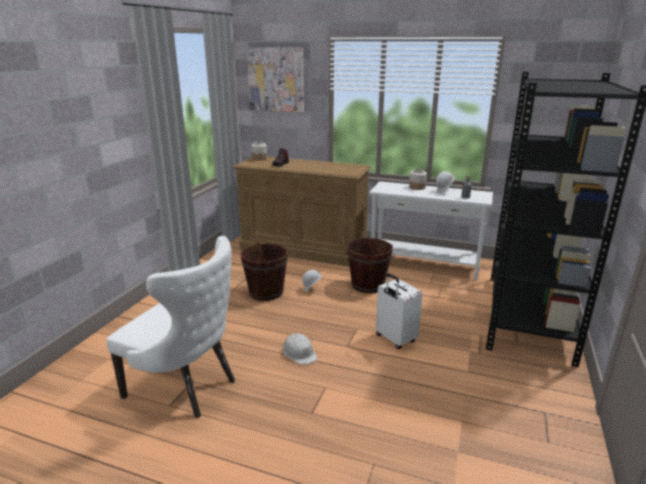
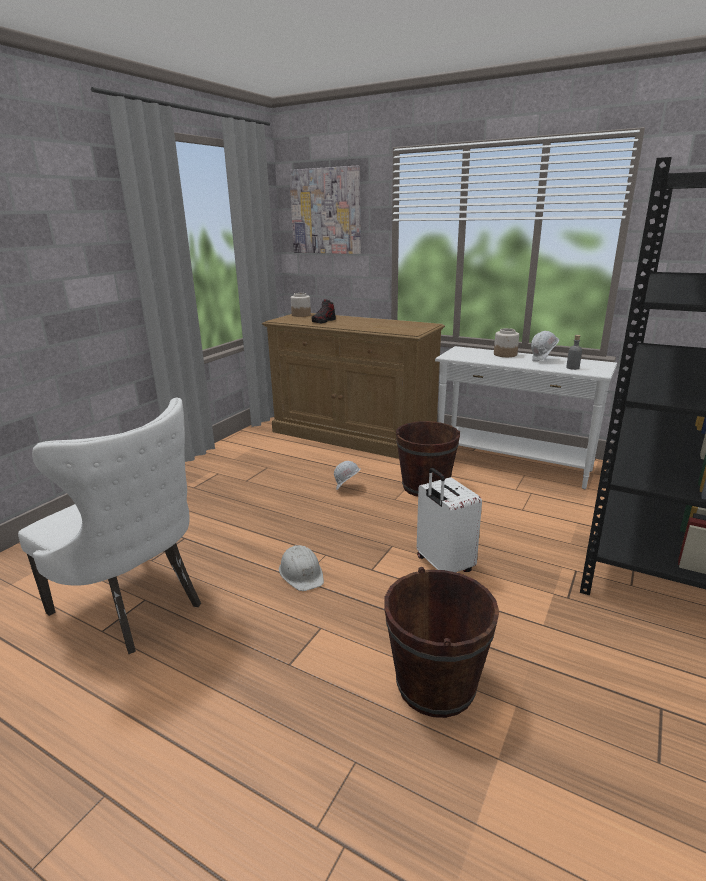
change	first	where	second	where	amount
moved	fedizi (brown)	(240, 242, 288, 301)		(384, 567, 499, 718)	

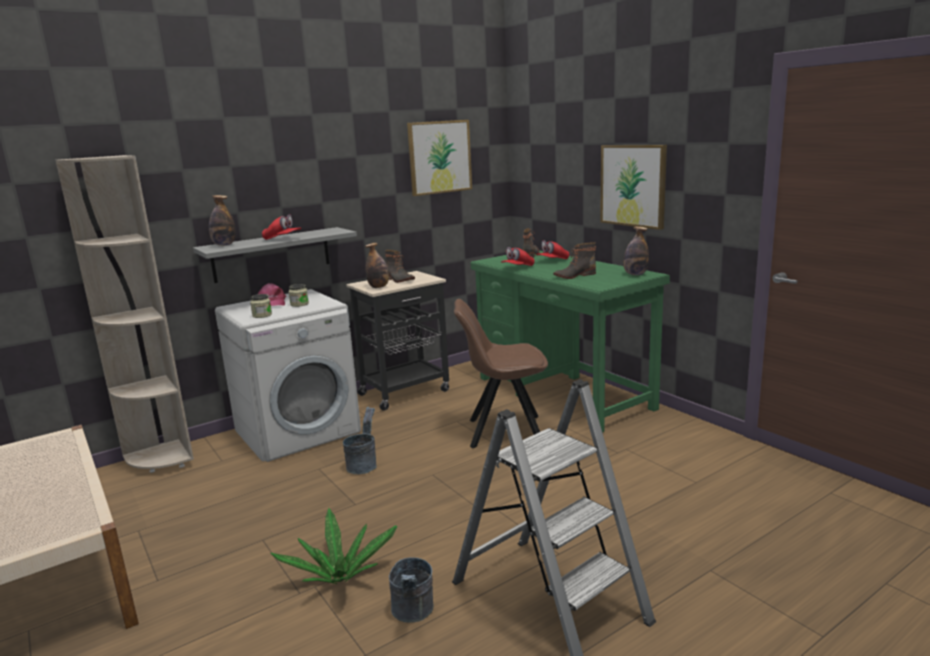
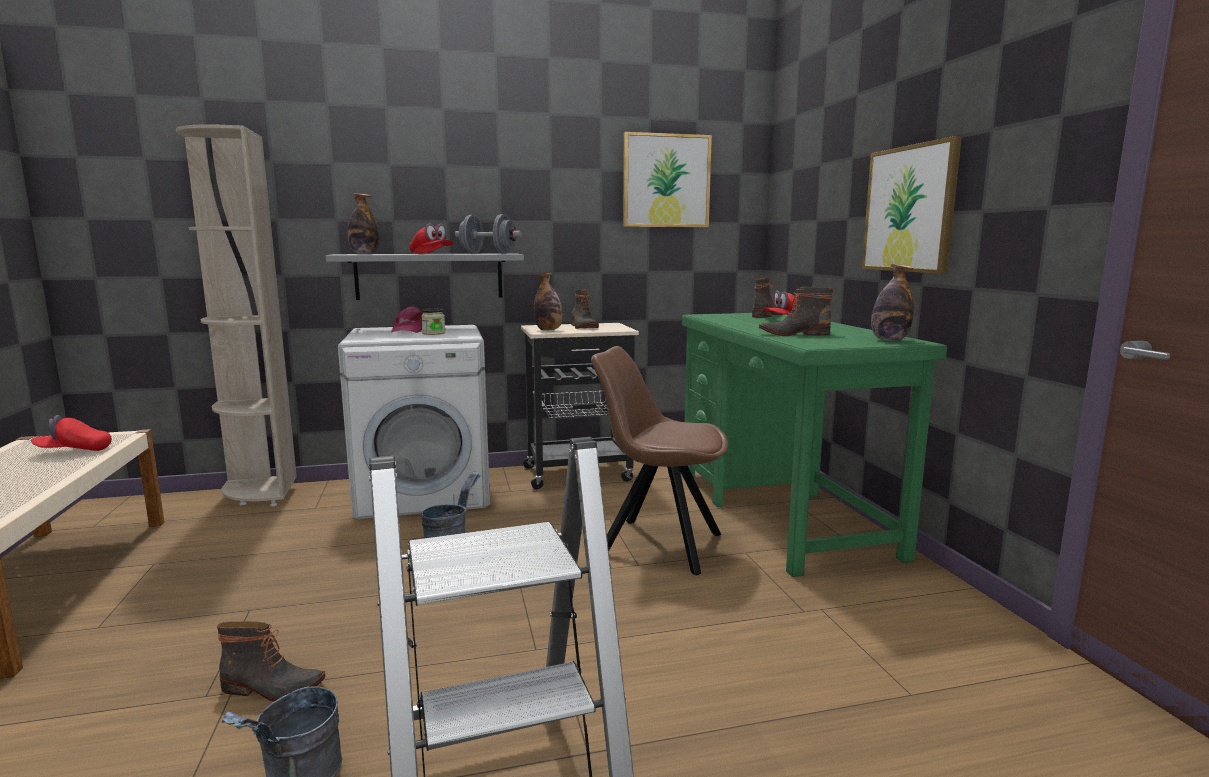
change	first	where	second	where	amount
removed	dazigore	(250, 294, 272, 318)			
replaced	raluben	(270, 508, 397, 584)	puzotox	(217, 621, 325, 702)	
moved	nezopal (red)	(501, 247, 535, 266)		(31, 415, 112, 451)	
added			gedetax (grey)	(455, 214, 522, 254)	

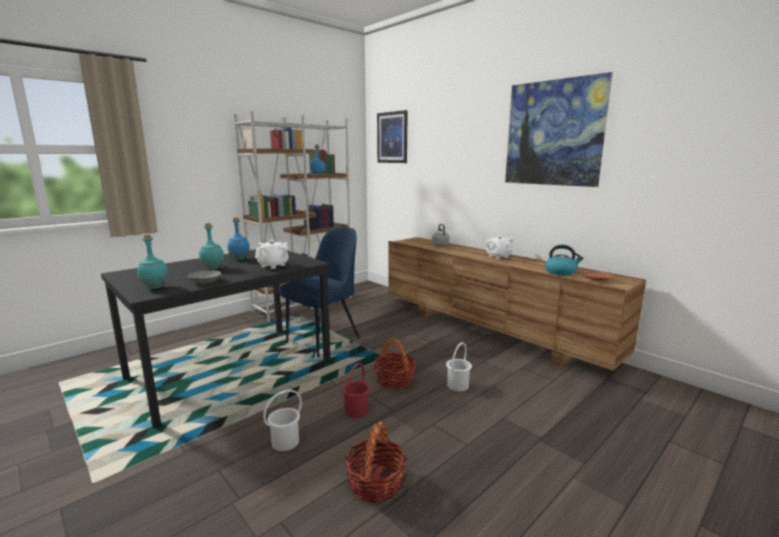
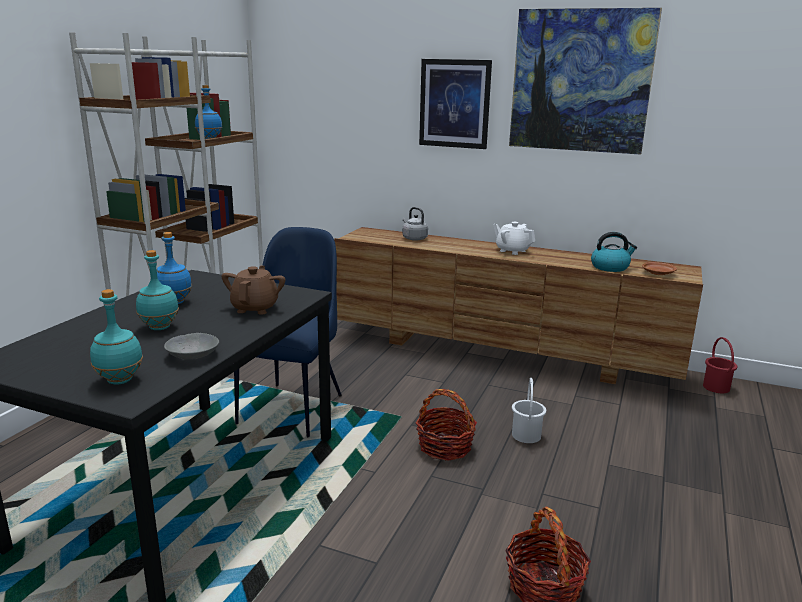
change	first	where	second	where	amount
recoloured	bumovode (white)	(255, 240, 289, 269)	bumovode (brown)	(222, 266, 286, 315)	
removed	fedizi (white)	(263, 390, 302, 451)			
moved	fedizi (red)	(342, 363, 370, 418)		(703, 337, 737, 393)	
moved	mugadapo	(377, 110, 408, 163)		(419, 59, 492, 149)	

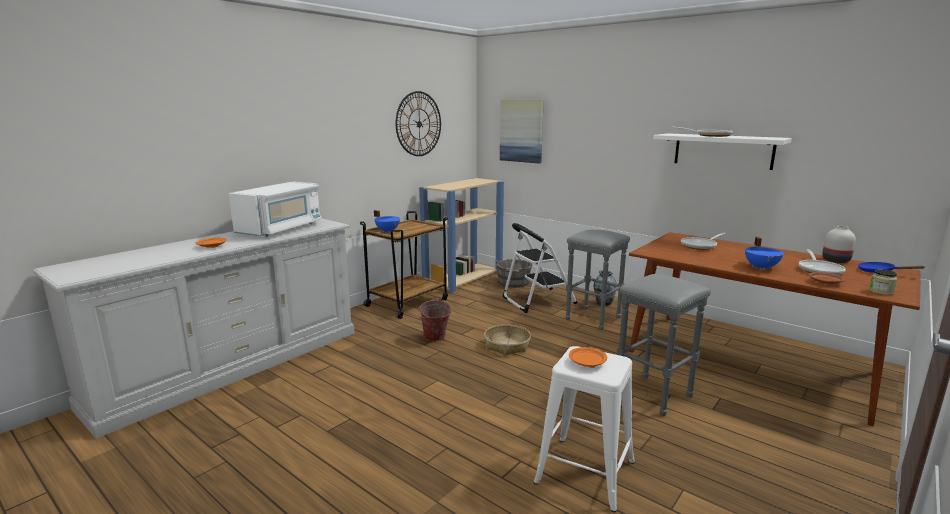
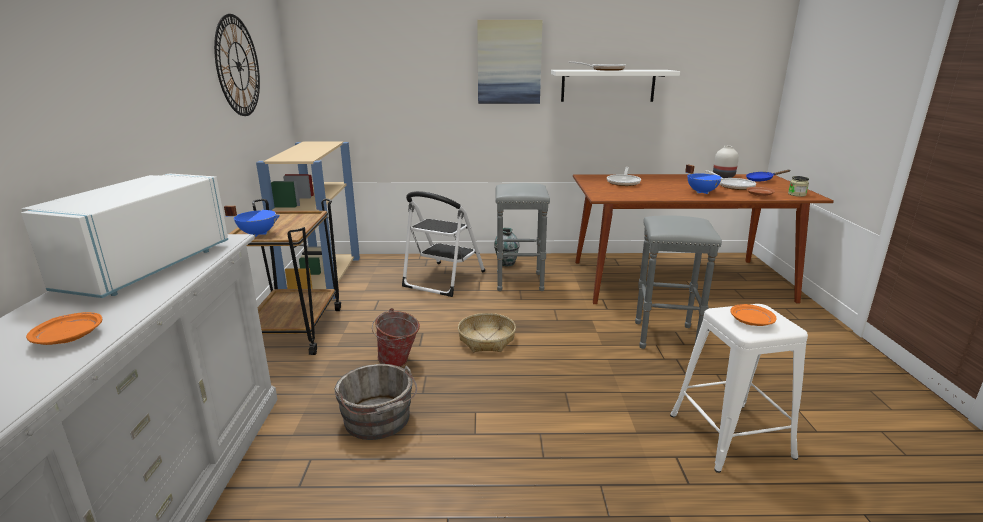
change	first	where	second	where	amount
turned	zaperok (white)	(229, 181, 322, 237)		(21, 173, 228, 298)	150 degrees counterclockwise
moved	fedizi (grey)	(496, 259, 532, 288)		(334, 364, 417, 440)	
moved	mugadapo	(500, 100, 544, 163)		(477, 20, 543, 104)	

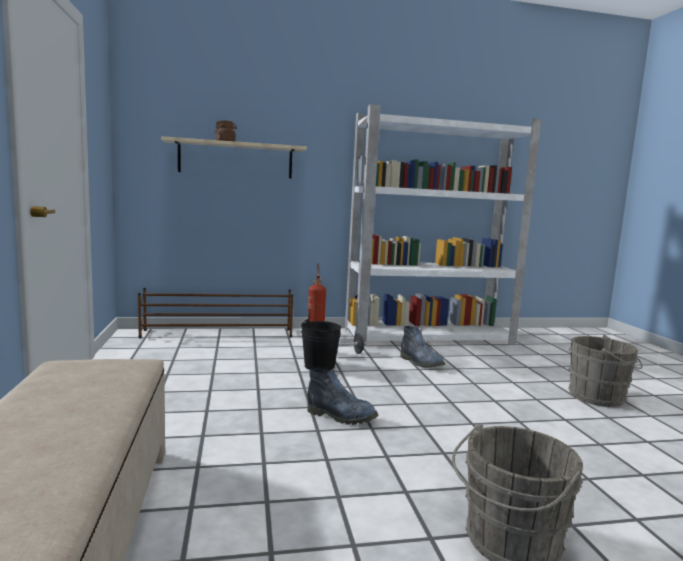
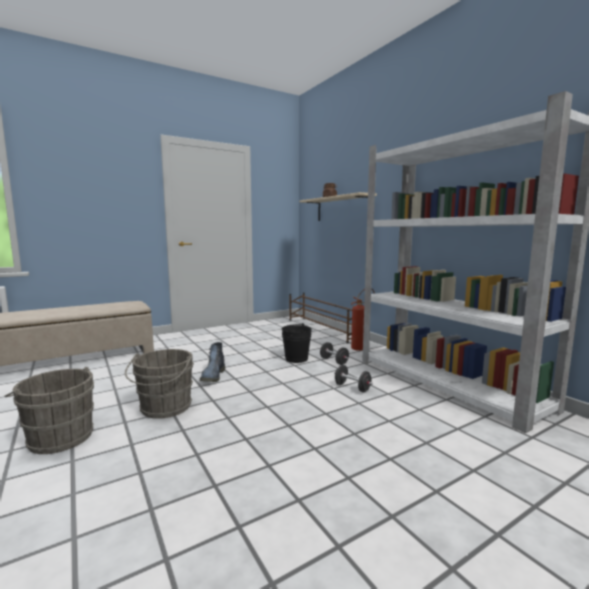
change	first	where	second	where	amount
replaced	puzotox	(400, 326, 445, 368)	gedetax (black)	(334, 365, 373, 392)	
moved	fedizi (grey)	(568, 335, 643, 407)		(125, 349, 194, 419)	

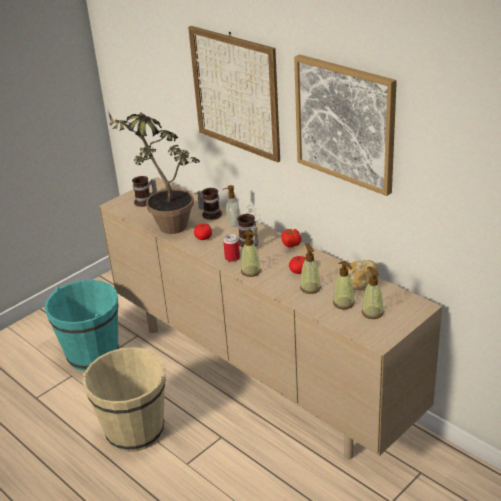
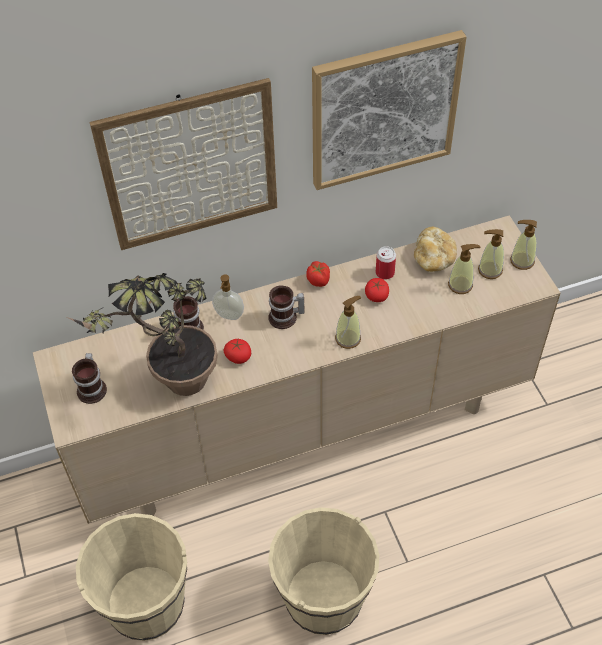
change	first	where	second	where	amount
recoloured	fedizi (turquoise)	(44, 280, 119, 371)	fedizi (beige)	(76, 513, 187, 641)	
moved	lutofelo	(223, 234, 240, 262)		(376, 246, 396, 280)	
moved	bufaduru	(300, 243, 321, 294)		(510, 220, 537, 270)	

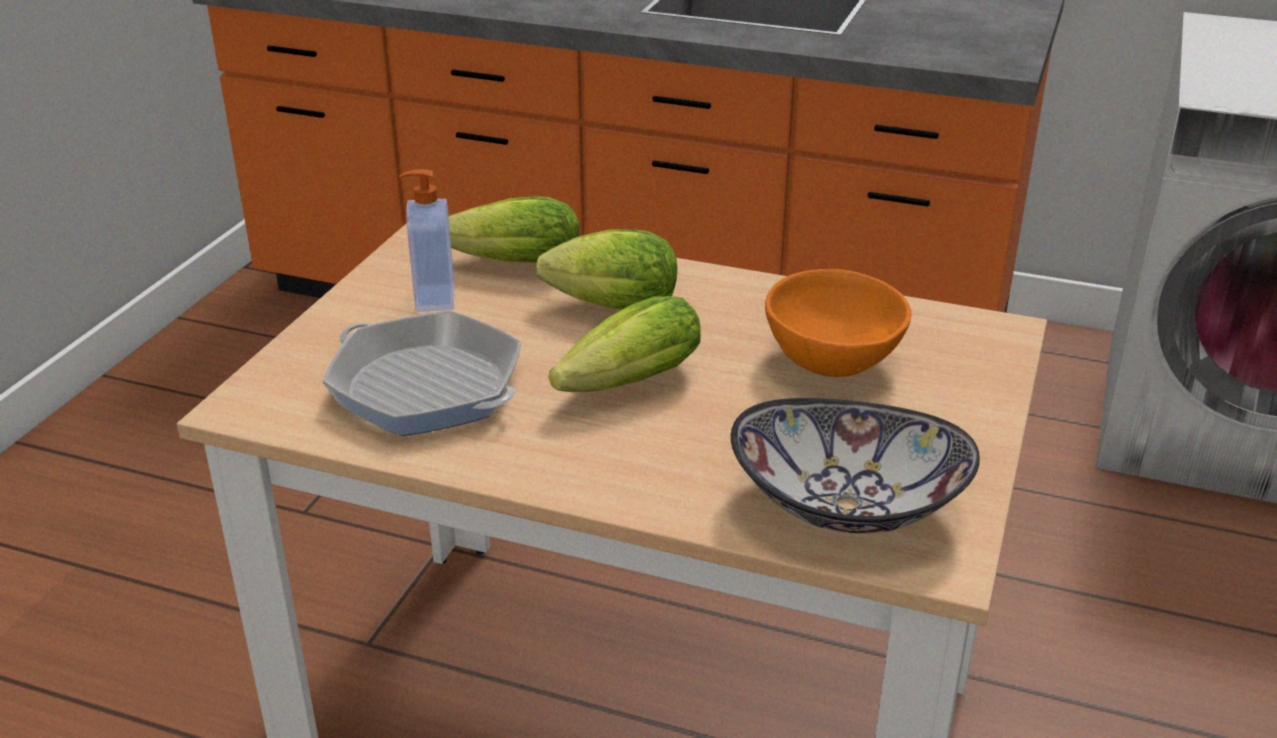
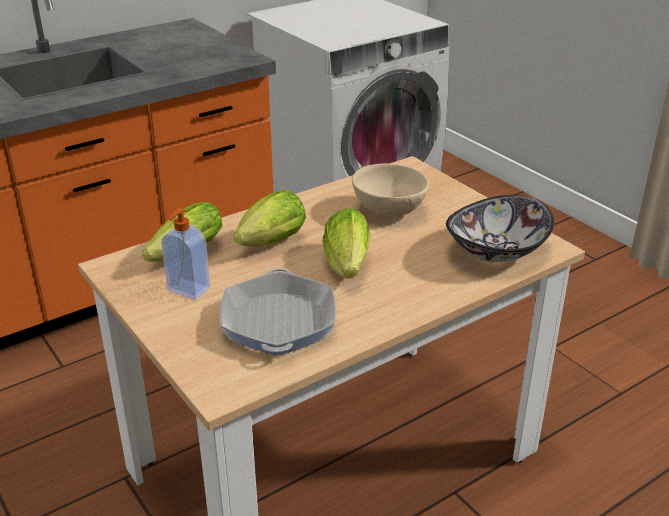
change	first	where	second	where	amount
turned	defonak	(322, 311, 521, 436)		(219, 268, 336, 356)	105 degrees clockwise
recoloured	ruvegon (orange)	(765, 269, 911, 377)	ruvegon (beige)	(352, 164, 430, 217)	

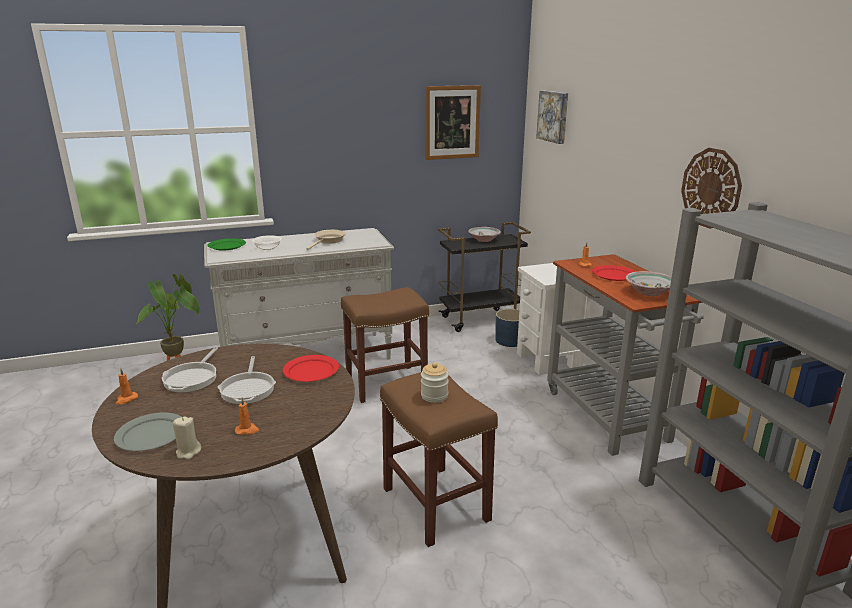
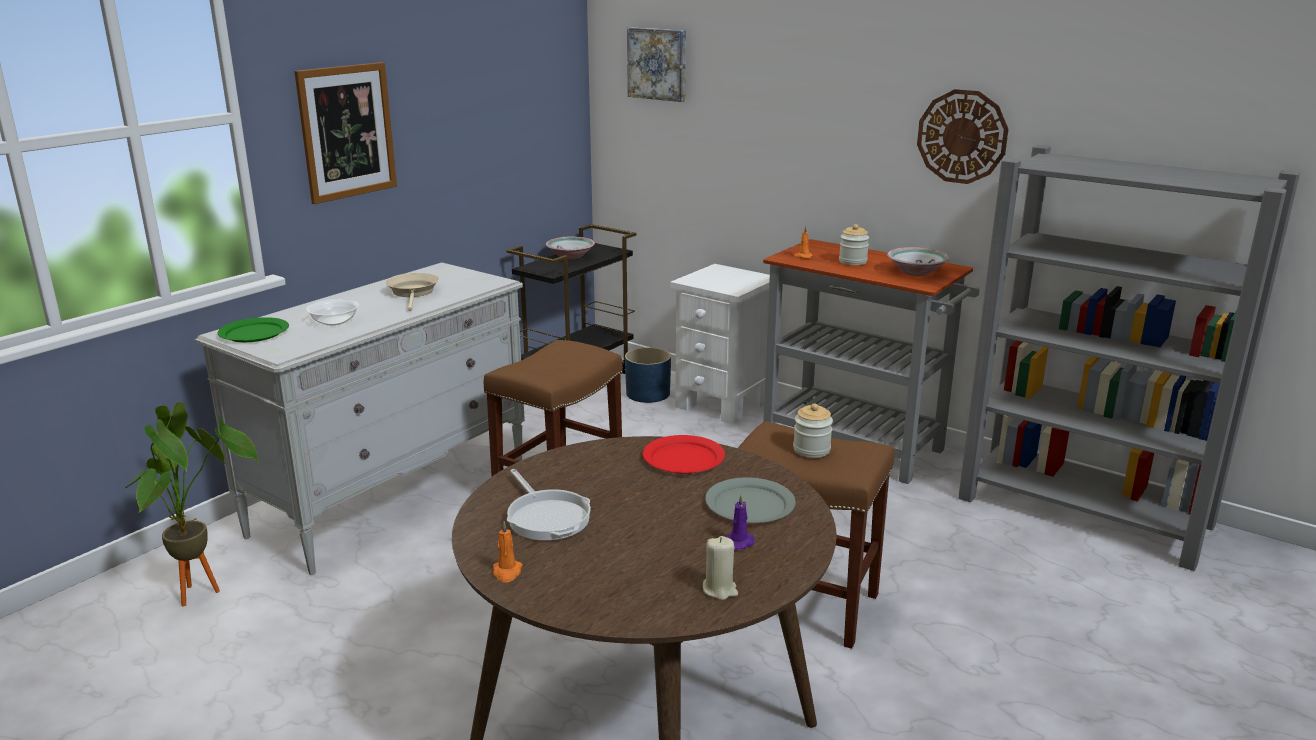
change	first	where	second	where	amount
moved	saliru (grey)	(114, 412, 181, 451)		(705, 477, 796, 523)	
removed	defonak	(217, 356, 276, 404)			
recoloured	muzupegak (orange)	(235, 397, 259, 435)	muzupegak (purple)	(725, 494, 755, 550)	
moved	mugadapo	(425, 85, 481, 160)		(294, 62, 397, 204)	
replaced	saliru (red)	(592, 265, 635, 281)	dazigore	(839, 224, 869, 265)	

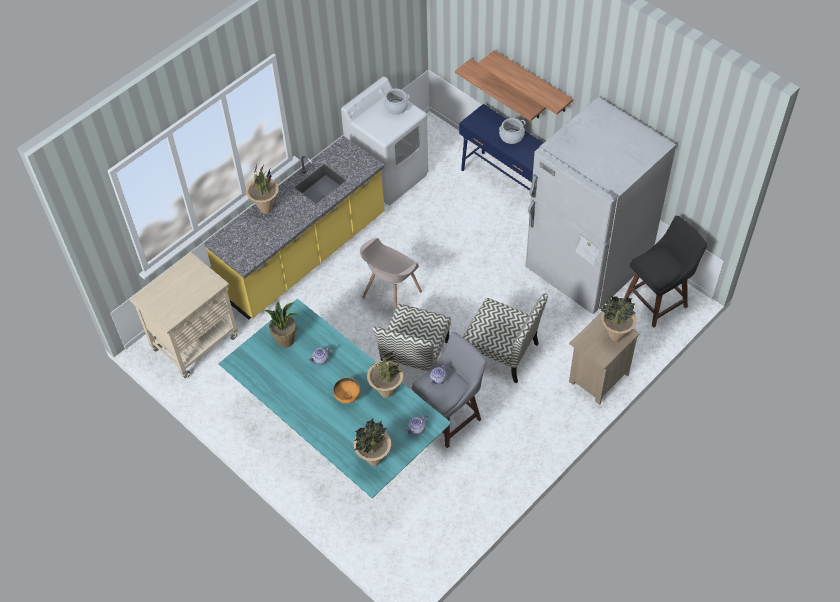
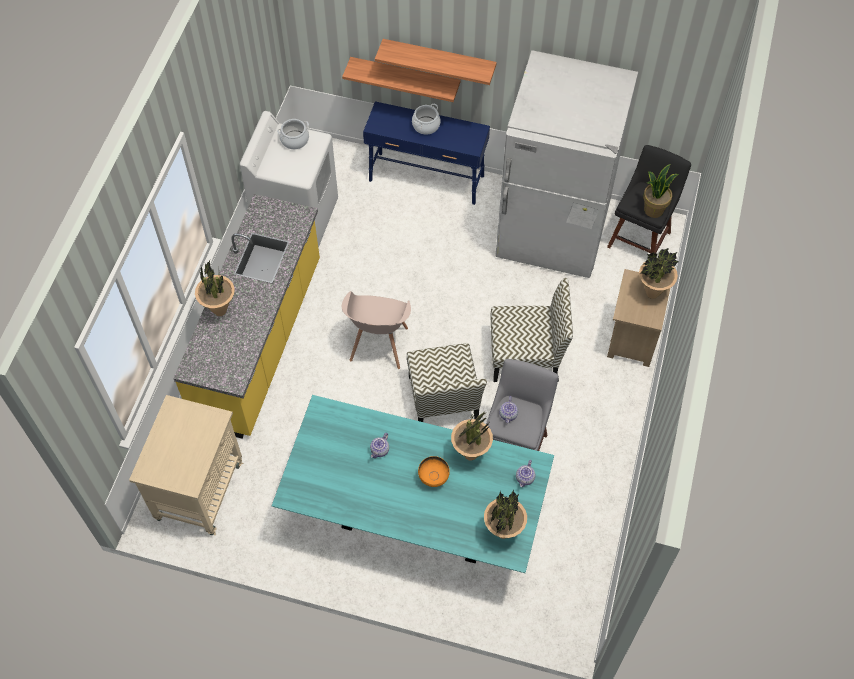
change	first	where	second	where	amount
moved	raluben	(264, 302, 297, 348)		(643, 164, 679, 218)	

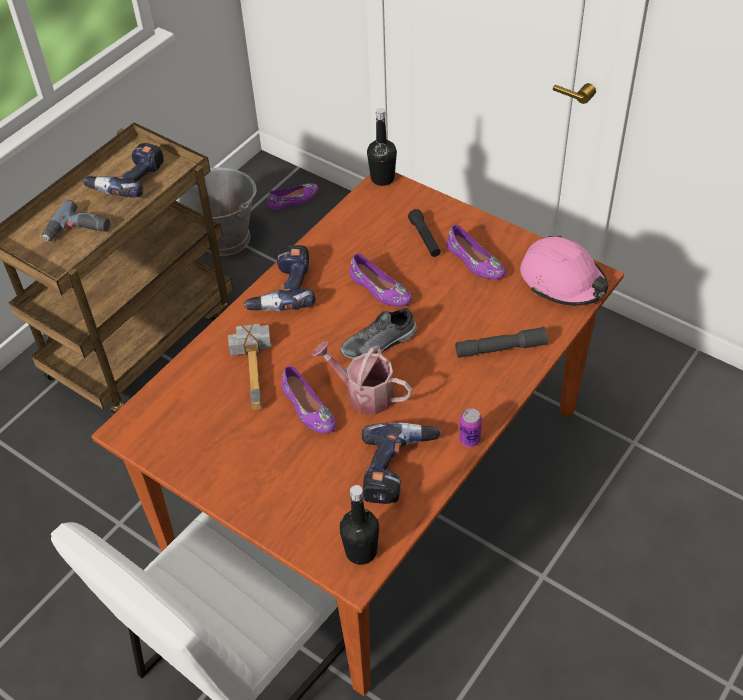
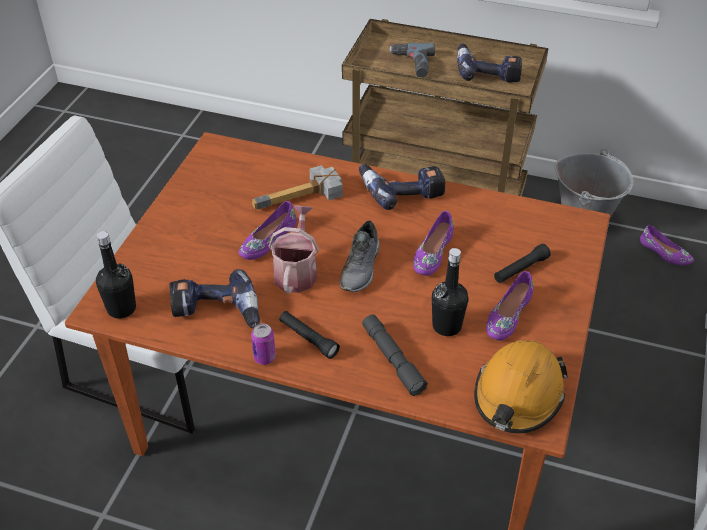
change	first	where	second	where	amount
turned	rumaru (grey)	(340, 308, 417, 359)		(340, 220, 380, 292)	120 degrees counterclockwise
moved	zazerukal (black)	(367, 108, 397, 186)		(432, 248, 468, 336)	
recoloured	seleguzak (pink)	(520, 236, 609, 306)	seleguzak (orange)	(474, 340, 568, 433)	
added			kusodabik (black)	(279, 311, 340, 359)	

